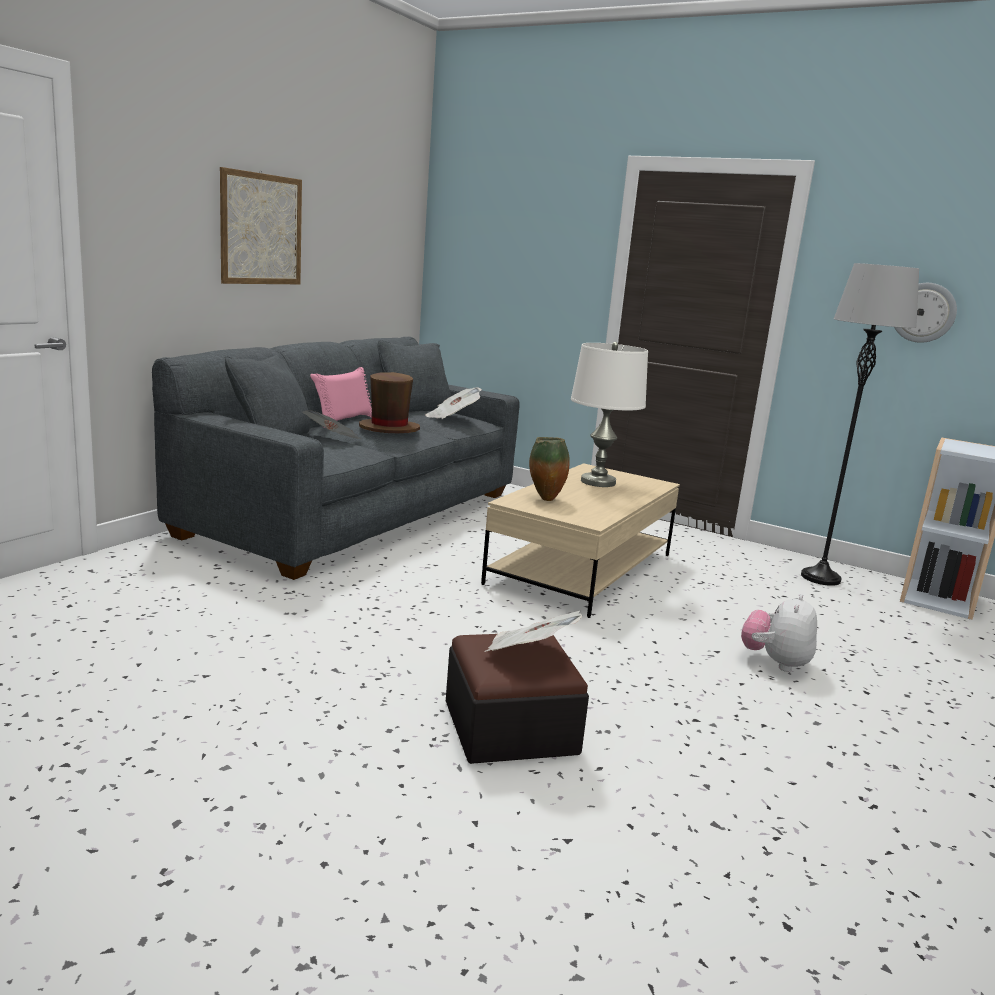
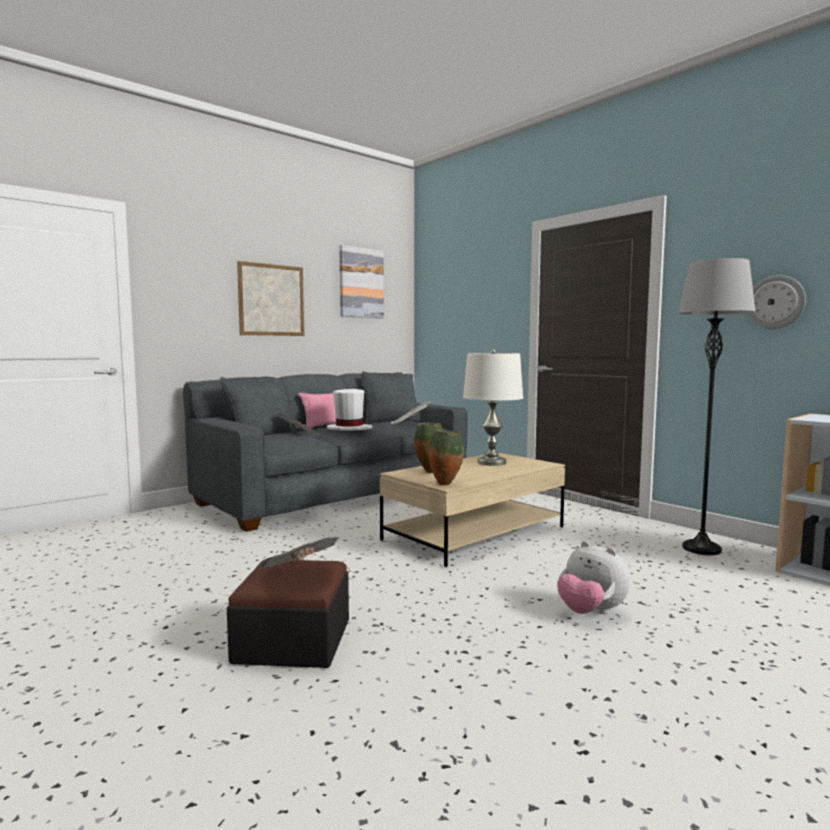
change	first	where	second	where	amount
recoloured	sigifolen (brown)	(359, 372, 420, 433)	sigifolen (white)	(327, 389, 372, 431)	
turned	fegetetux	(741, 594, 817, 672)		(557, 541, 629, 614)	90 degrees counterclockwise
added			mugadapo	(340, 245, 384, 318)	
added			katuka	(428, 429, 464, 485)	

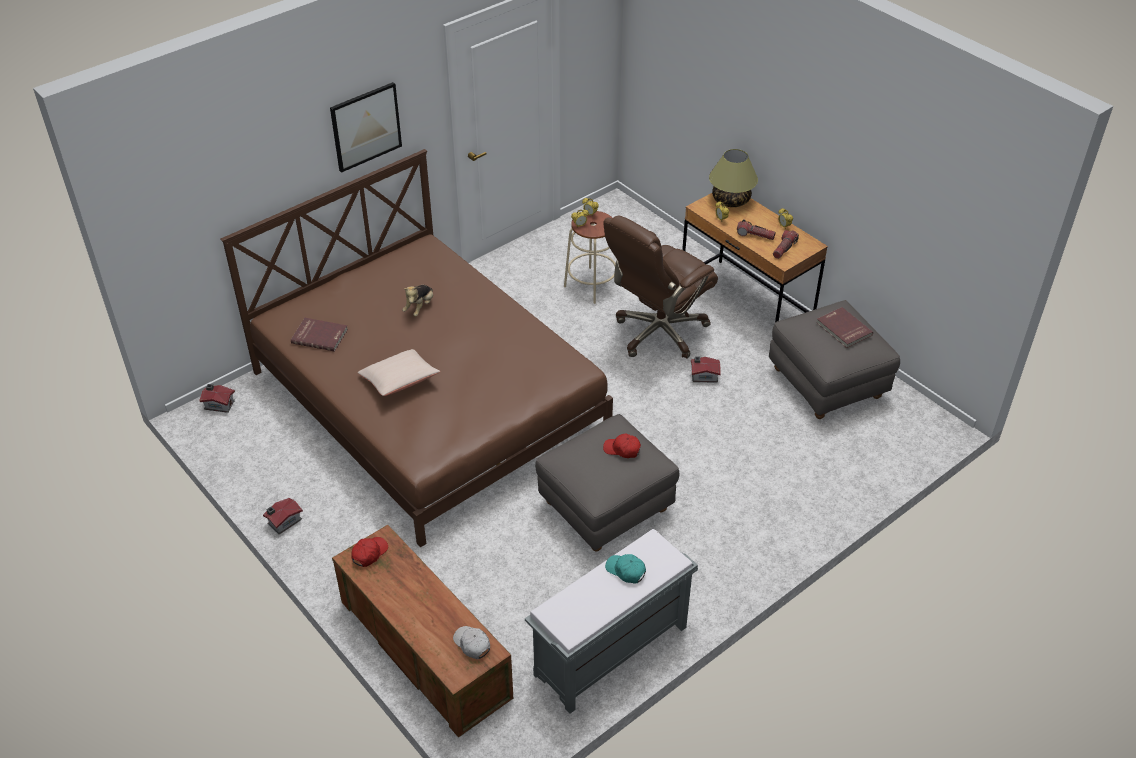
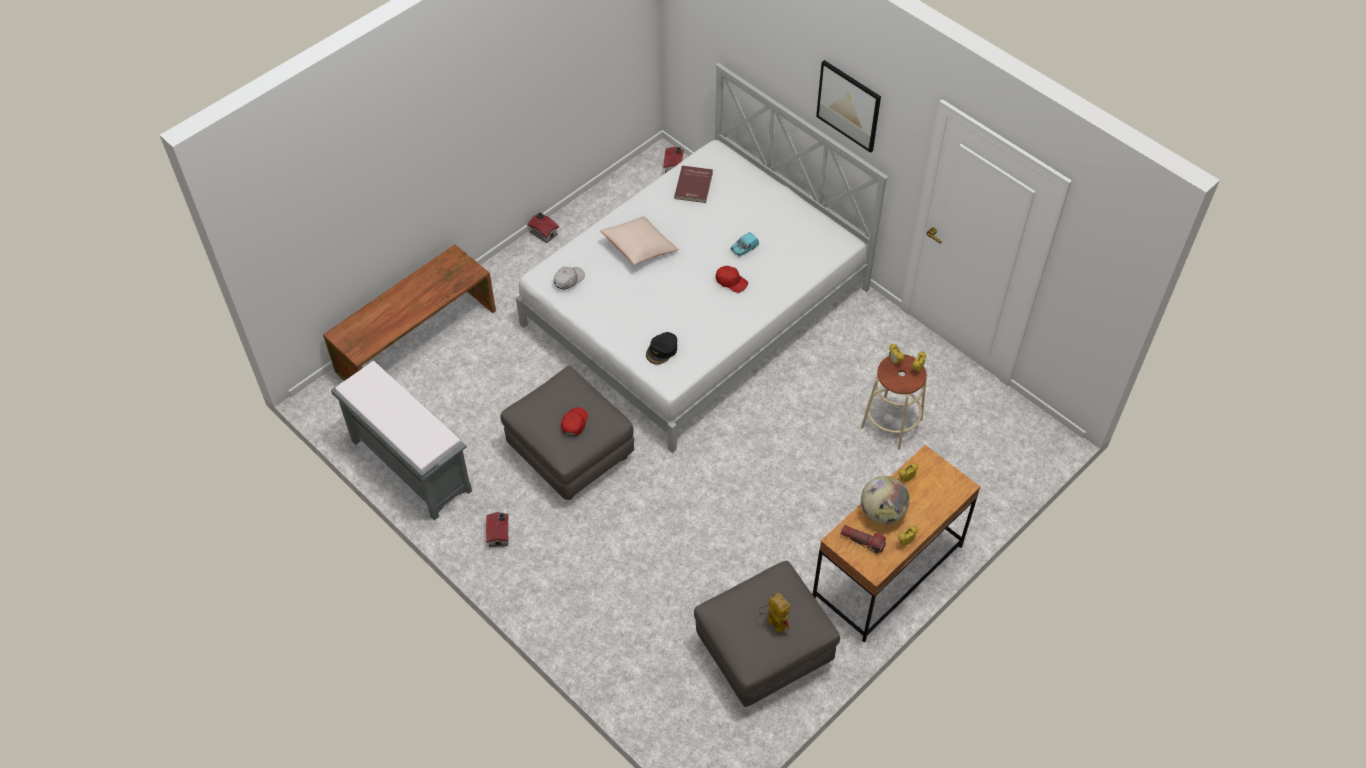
change	first	where	second	where	amount
recoloured	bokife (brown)	(220, 149, 613, 547)	bokife (white)	(516, 63, 889, 453)	
moved	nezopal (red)	(351, 537, 388, 567)		(716, 266, 748, 293)	
replaced	fegetetux	(402, 285, 433, 317)	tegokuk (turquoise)	(731, 232, 759, 257)	
moved	nezopal (white)	(453, 626, 490, 659)		(554, 267, 585, 290)	
removed	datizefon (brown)	(603, 216, 718, 359)			
removed	nezopal (turquoise)	(605, 554, 646, 584)			
moved	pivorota	(691, 357, 721, 382)		(486, 512, 509, 547)	
removed	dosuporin	(709, 149, 758, 207)			
replaced	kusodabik	(737, 219, 776, 240)	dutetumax	(861, 476, 910, 524)	
replaced	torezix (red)	(816, 307, 873, 348)	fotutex	(758, 592, 791, 633)	
added			nezopal (black)	(646, 332, 677, 365)	

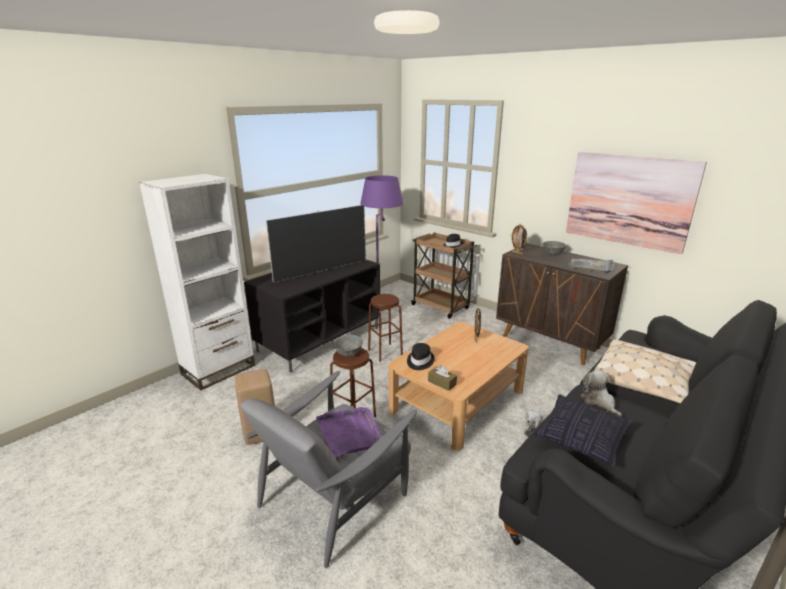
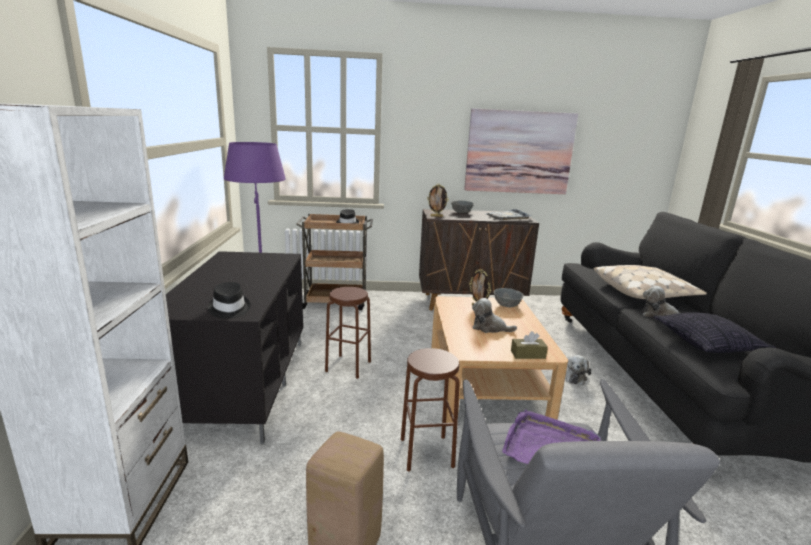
change	first	where	second	where	amount
removed	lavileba	(266, 205, 366, 283)			
moved	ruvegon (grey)	(333, 335, 363, 356)		(494, 288, 524, 307)	
moved	sigifolen (black)	(407, 343, 434, 370)		(208, 282, 250, 319)	
added			fegetetux	(472, 298, 517, 333)	

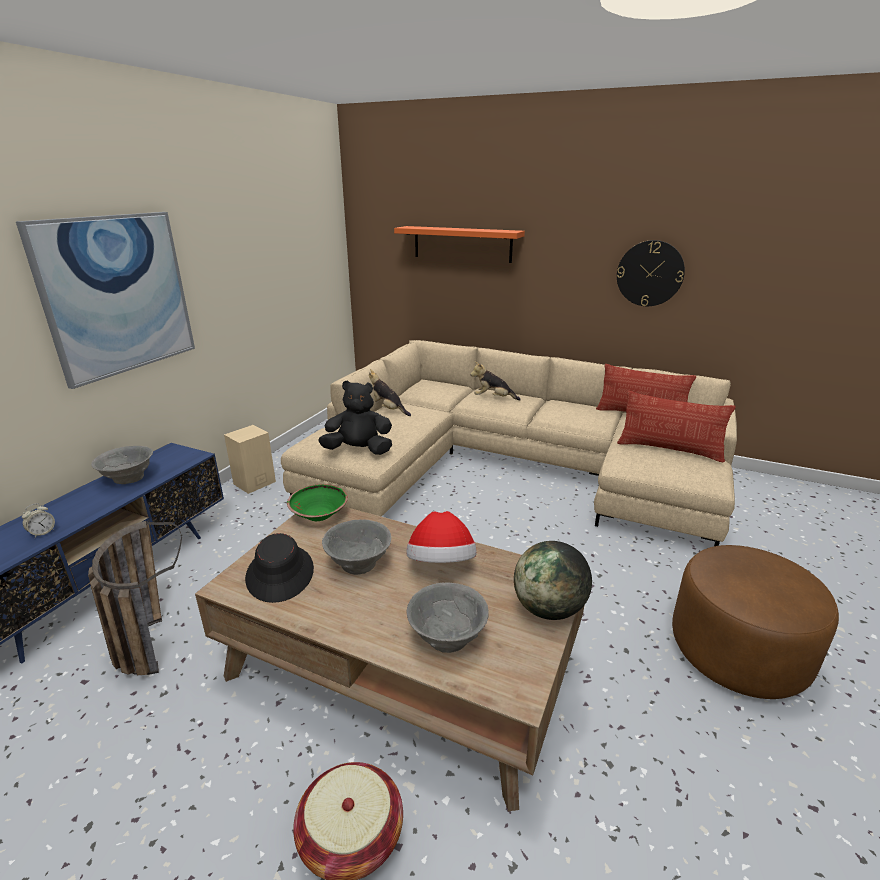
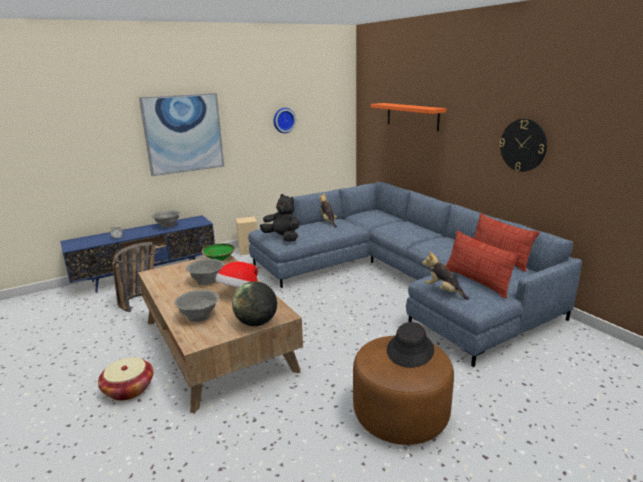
change	first	where	second	where	amount
moved	sigifolen (black)	(245, 533, 314, 603)		(387, 322, 434, 368)	
recoloured	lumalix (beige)	(281, 340, 737, 546)	lumalix (blue)	(248, 181, 582, 367)	
moved	fegetetux	(470, 362, 521, 400)		(422, 251, 469, 300)	
added			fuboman	(274, 108, 296, 133)	

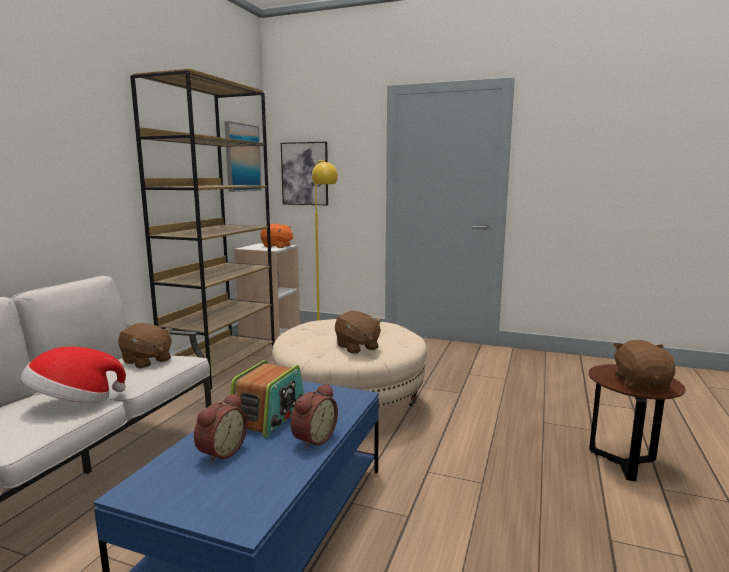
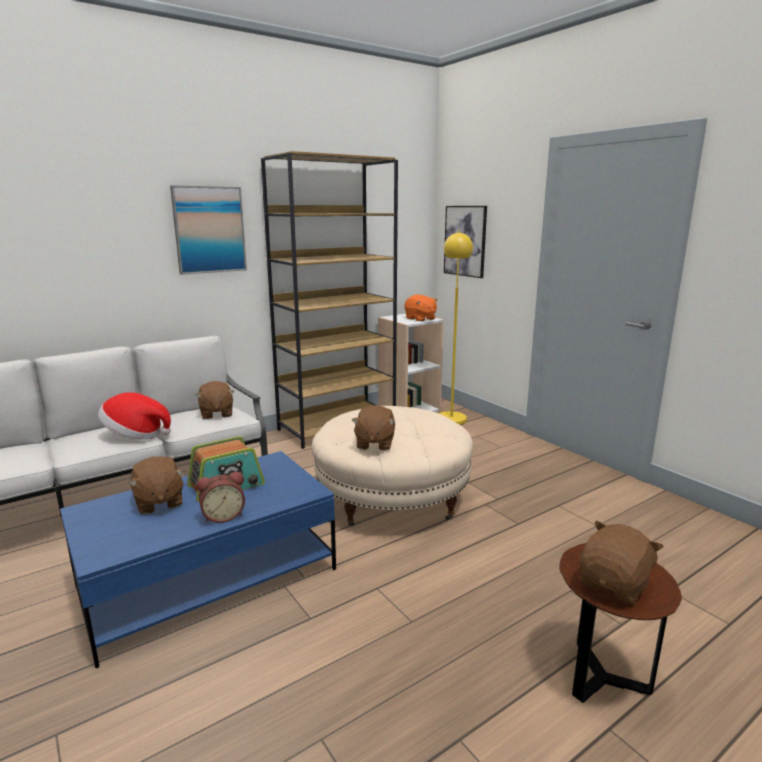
change	first	where	second	where	amount
replaced	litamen	(194, 393, 247, 464)	fegetetux (brown)	(128, 456, 185, 515)	
moved	mugadapo	(224, 121, 262, 192)		(170, 185, 247, 275)	

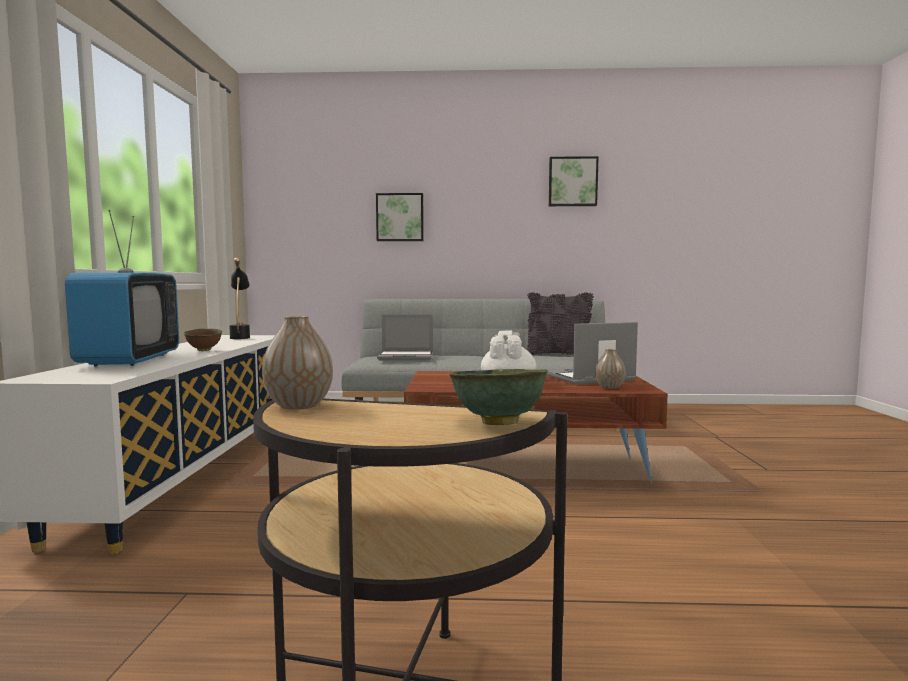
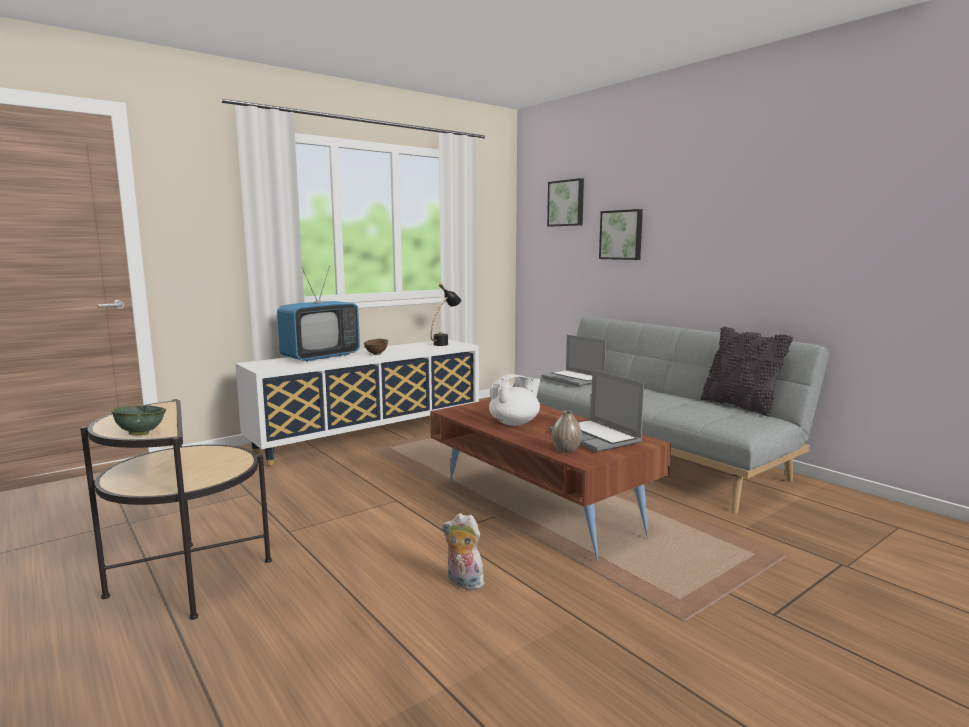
change	first	where	second	where	amount
removed	katuka	(262, 316, 333, 410)			
turned	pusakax	(547, 322, 638, 385)		(550, 369, 645, 452)	150 degrees counterclockwise
moved	mugadapo	(549, 156, 599, 206)		(547, 178, 584, 226)	
added			fegetetux	(442, 513, 484, 590)	

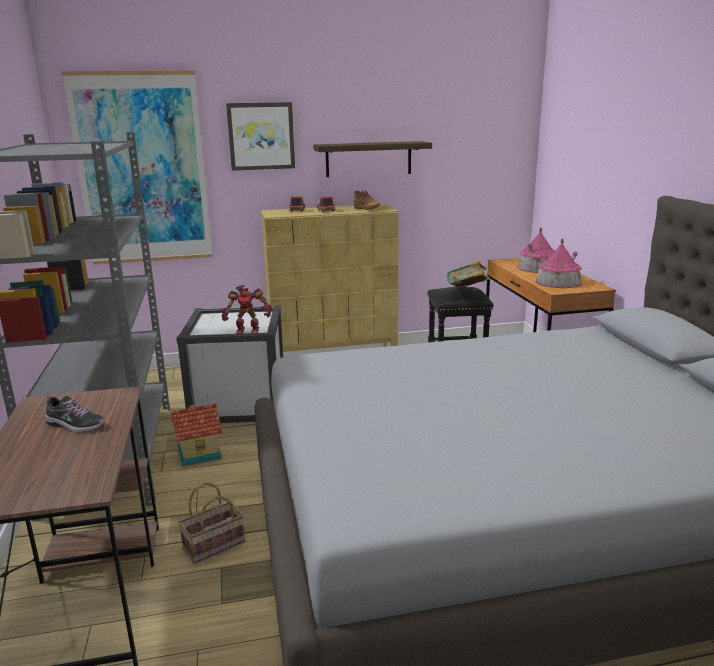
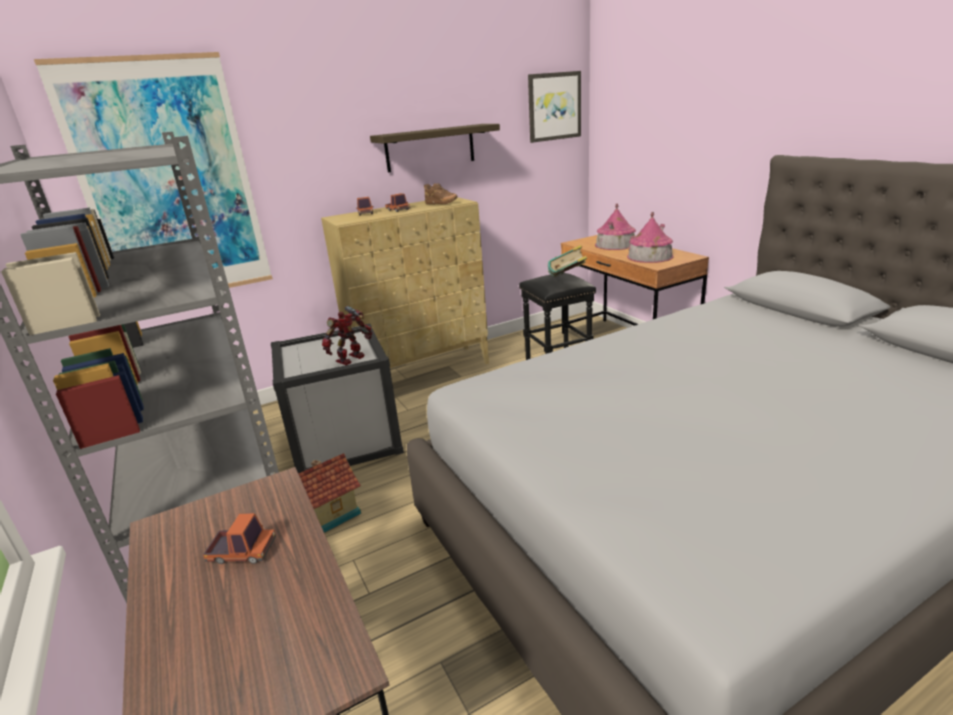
change	first	where	second	where	amount
replaced	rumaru	(45, 394, 106, 433)	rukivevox	(203, 513, 276, 564)	
removed	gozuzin	(178, 483, 245, 564)			
turned	fotutex	(222, 285, 272, 334)		(322, 306, 372, 365)	150 degrees clockwise
moved	mugadapo	(226, 102, 295, 171)		(528, 71, 581, 143)	

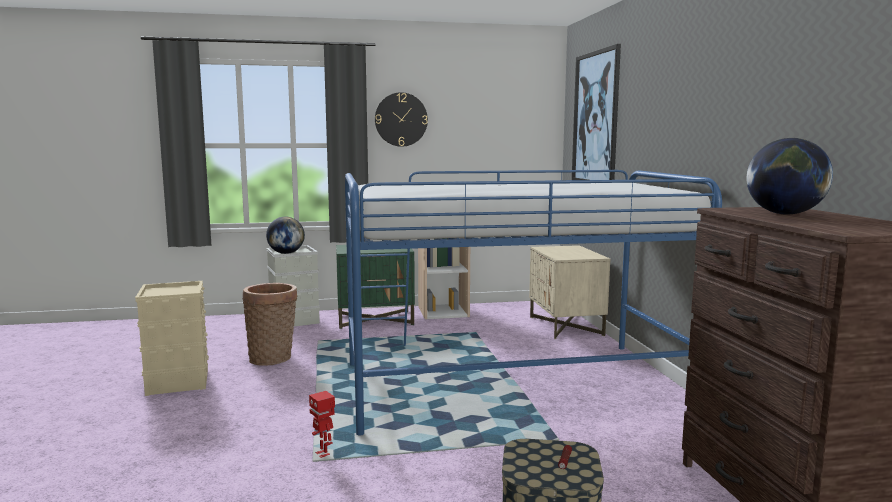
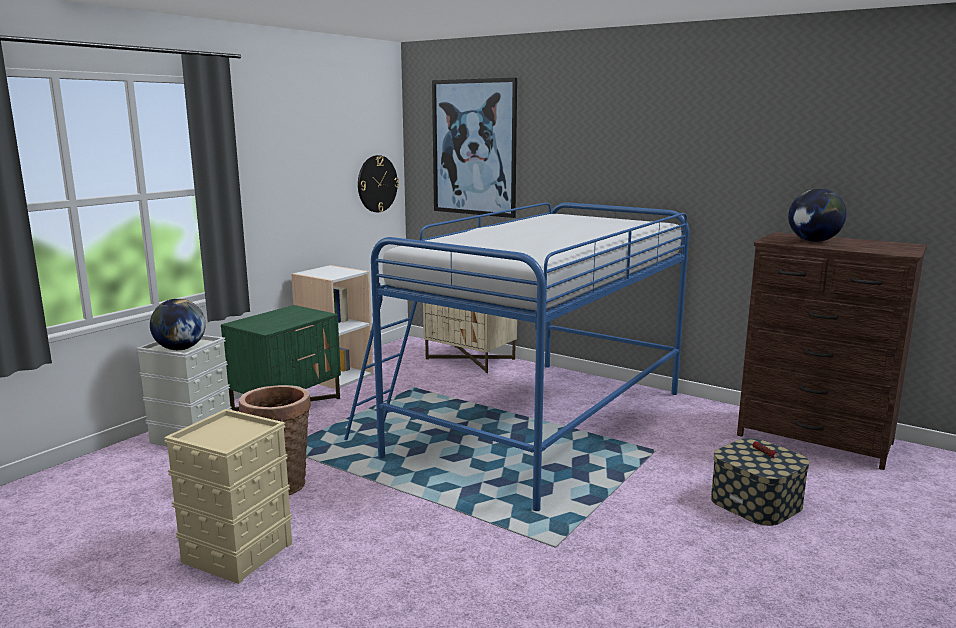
change	first	where	second	where	amount
removed	fotutex	(309, 391, 335, 458)			
moved	fuboman	(375, 92, 428, 147)		(358, 155, 399, 212)	

